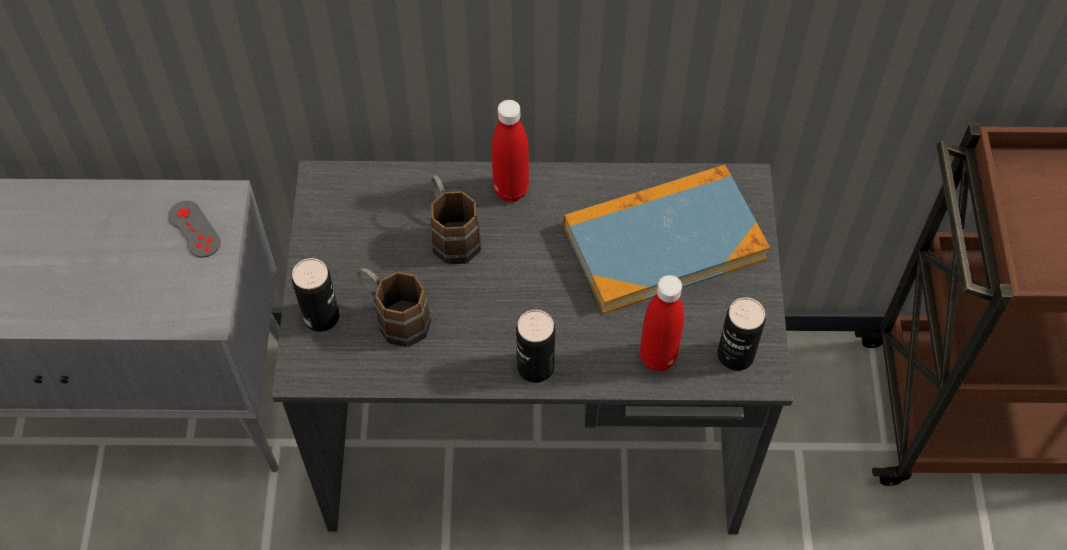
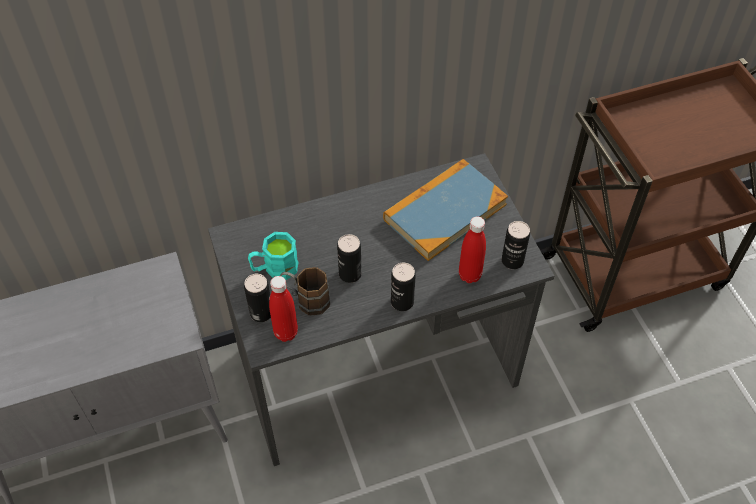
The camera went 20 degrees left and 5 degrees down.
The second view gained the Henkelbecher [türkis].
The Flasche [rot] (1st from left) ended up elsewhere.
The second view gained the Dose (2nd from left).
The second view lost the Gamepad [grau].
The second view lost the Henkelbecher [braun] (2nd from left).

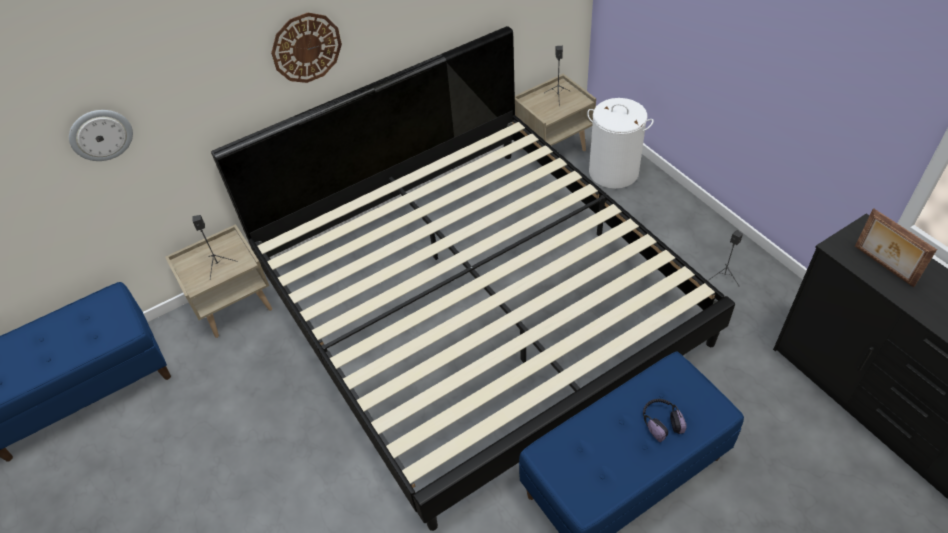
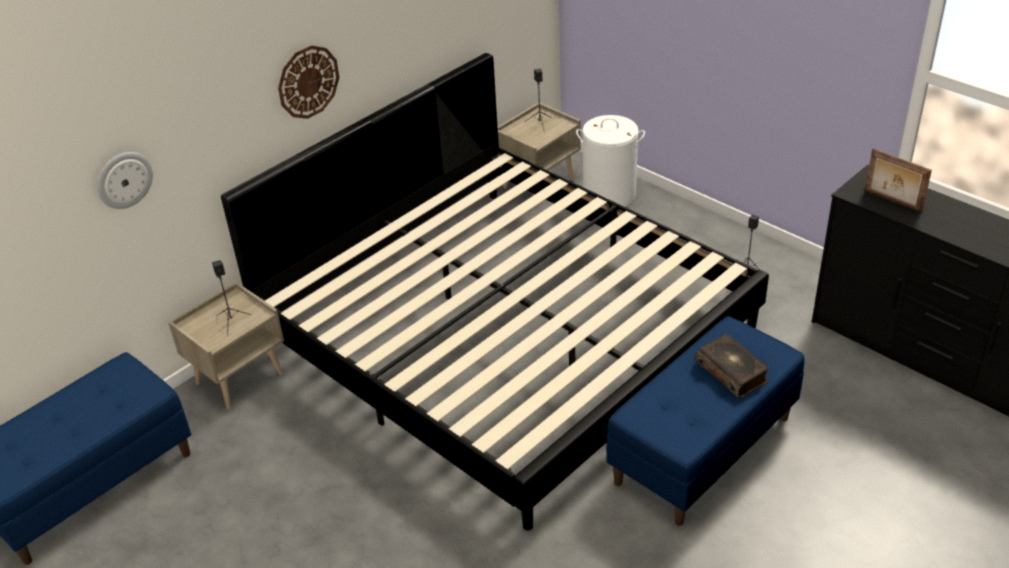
The camera went 15 degrees left and 10 degrees down.
Where the Kopfhörer stood, the Buch came to stand.

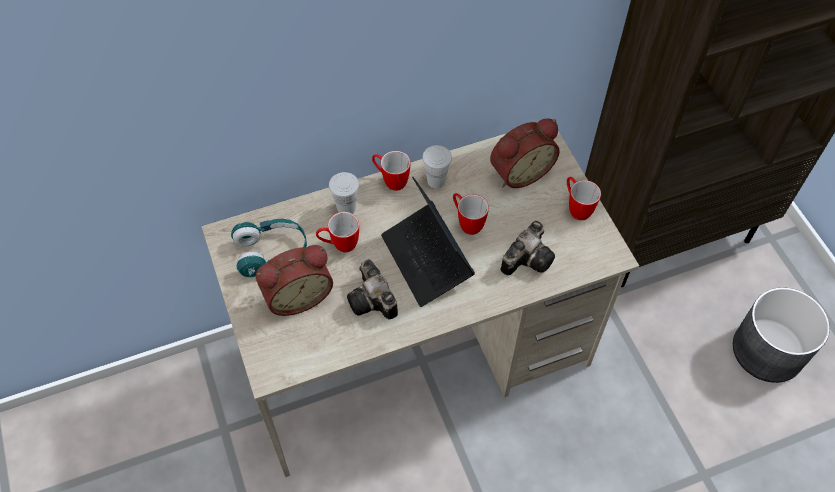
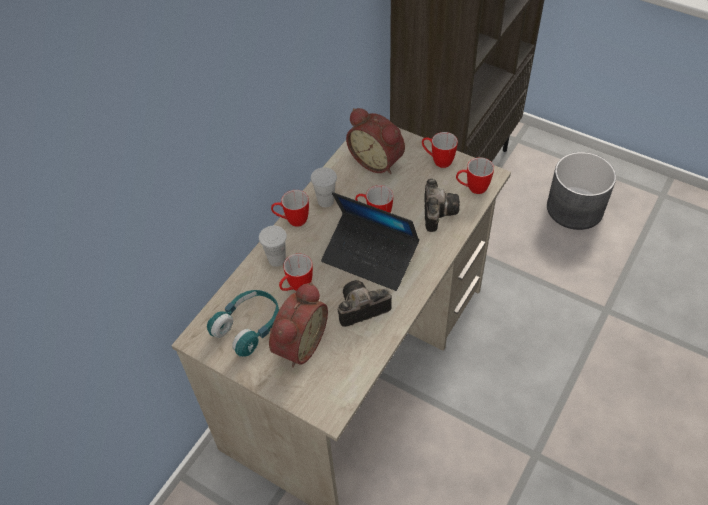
The camera went 35 degrees left and 5 degrees down.
The Kamera (1st from left) ended up facing another way, 135 degrees clockwise from before.
The Wecker (2nd from left) ended up facing another way, 105 degrees clockwise from before.
The second view gained the Henkelbecher (5th from left).

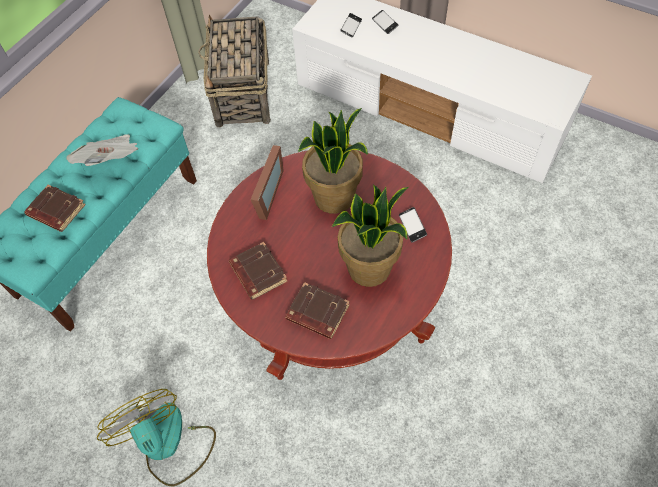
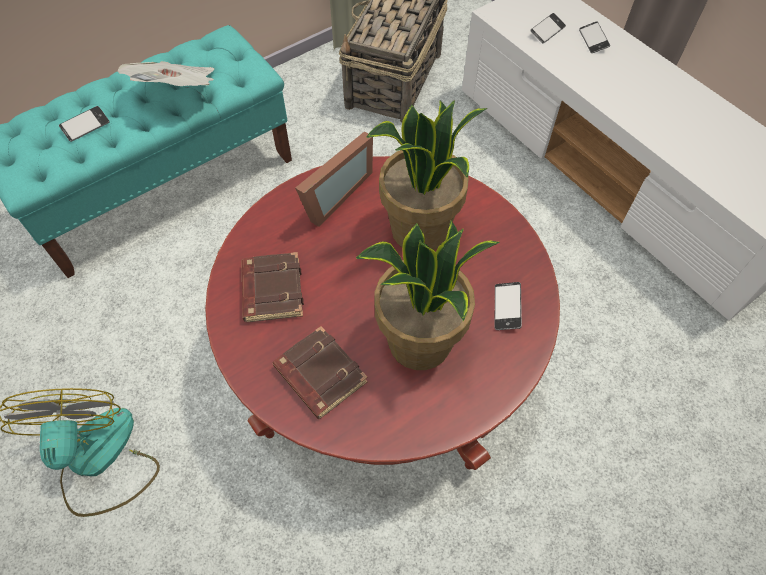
The camera went 20 degrees right and 0 degrees up.
Where the Buch [braun] (1st from left) stood, the Handy (1st from left) came to stand.

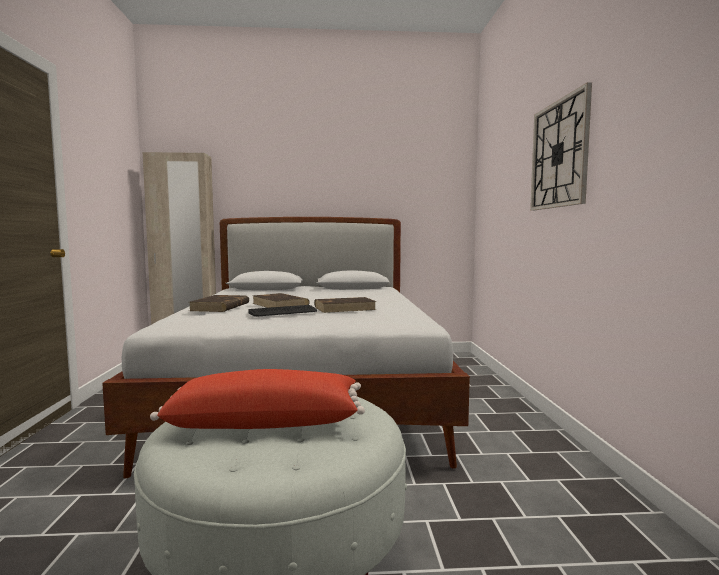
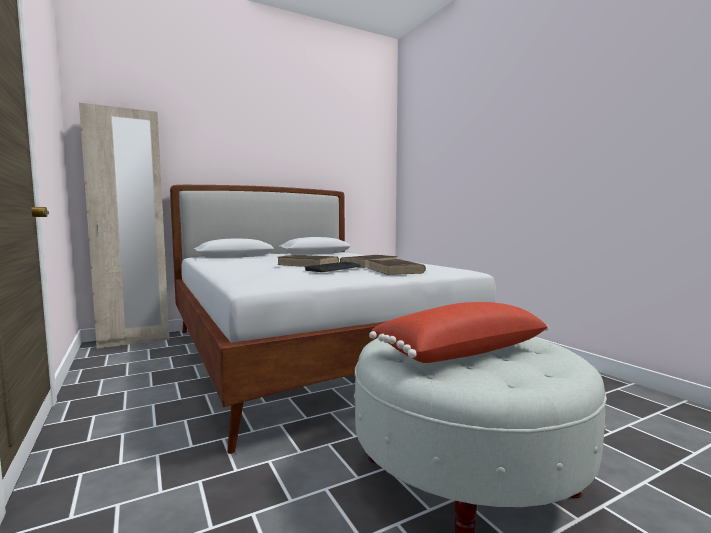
The camera went 25 degrees left and 0 degrees up.
The Buch [braun] (1st from left in the first image) ended up elsewhere.
The second view lost the Wanduhr.

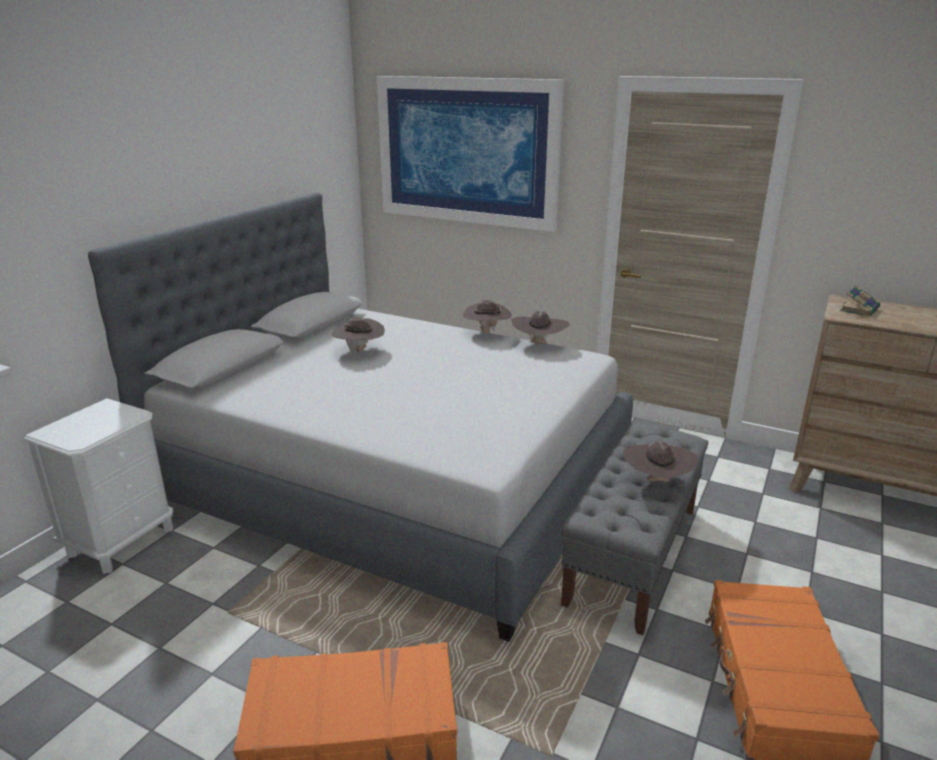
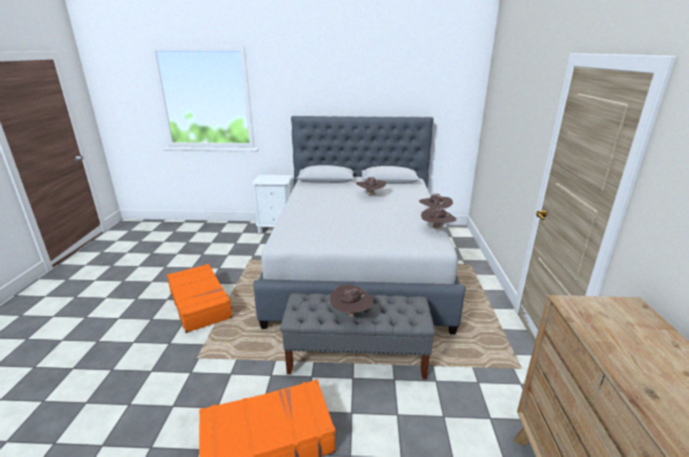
The camera went 65 degrees right and 0 degrees up.
The second view lost the Bild.
The second view lost the Buch.

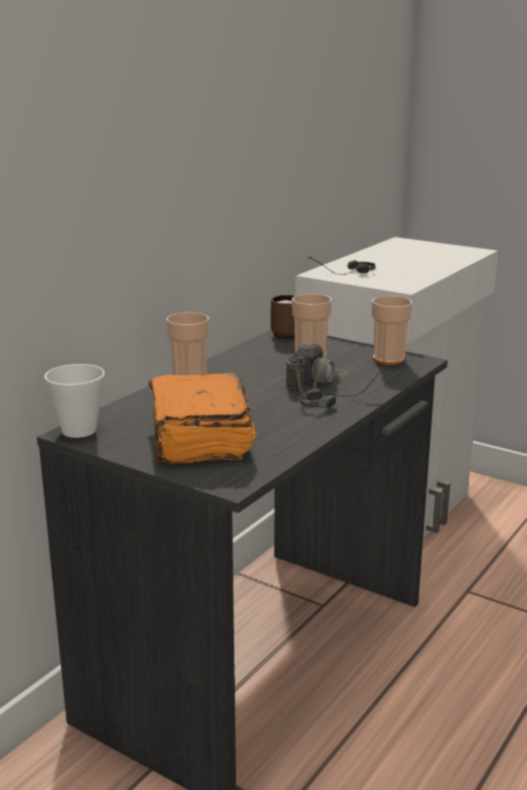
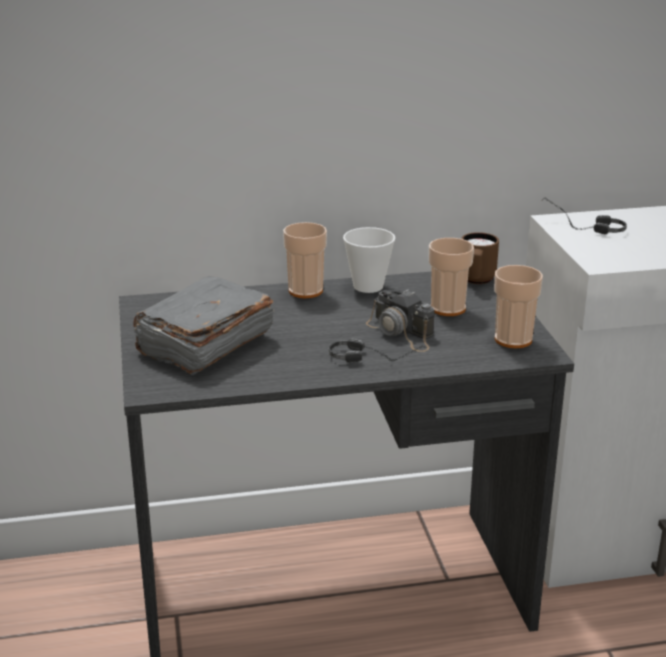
The camera went 45 degrees right and 5 degrees up.
What was the Buch [orange] turned into the Buch [grau].
The Tasse (1st from left in the first image) ended up elsewhere.
The Kamera ended up facing another way, 60 degrees clockwise from before.

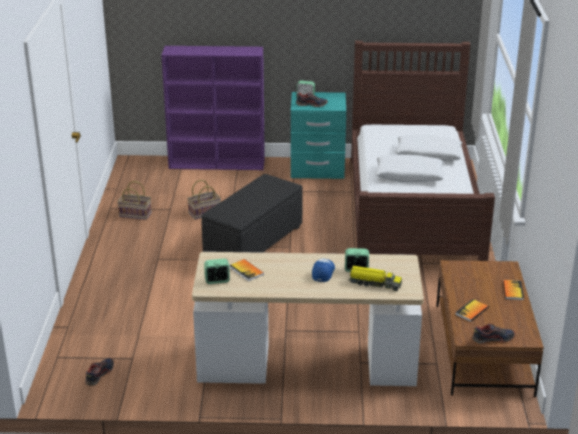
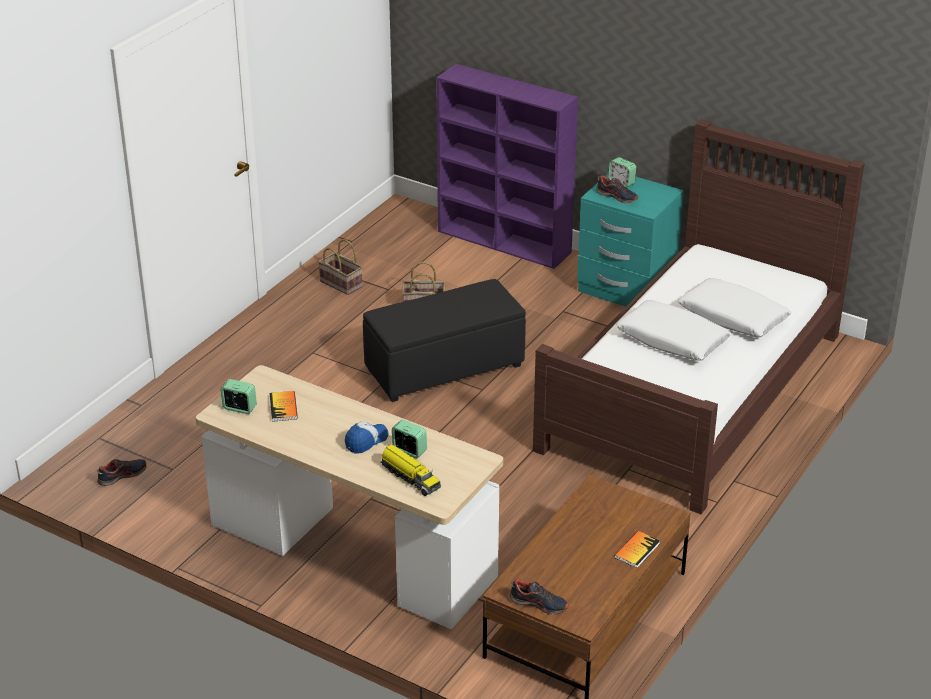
The camera went 30 degrees right and 5 degrees up.
The second view lost the Buch (2nd from left).

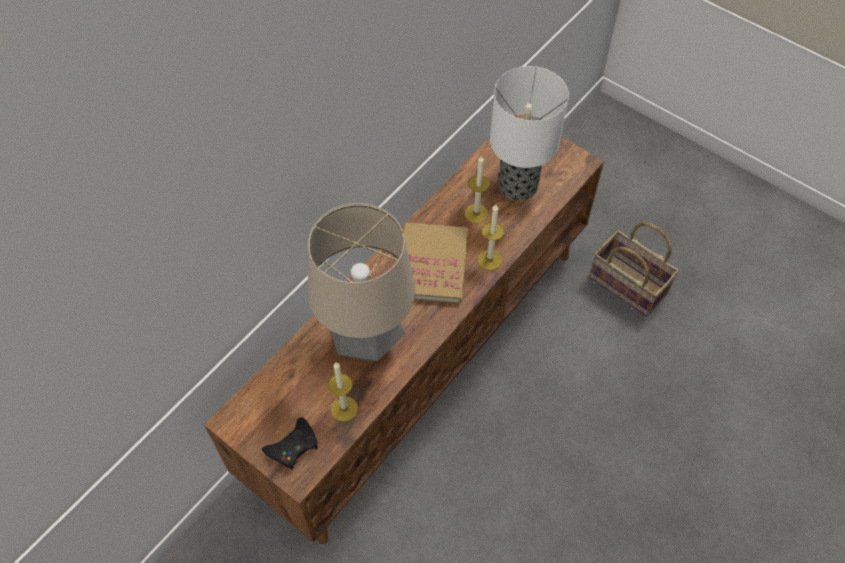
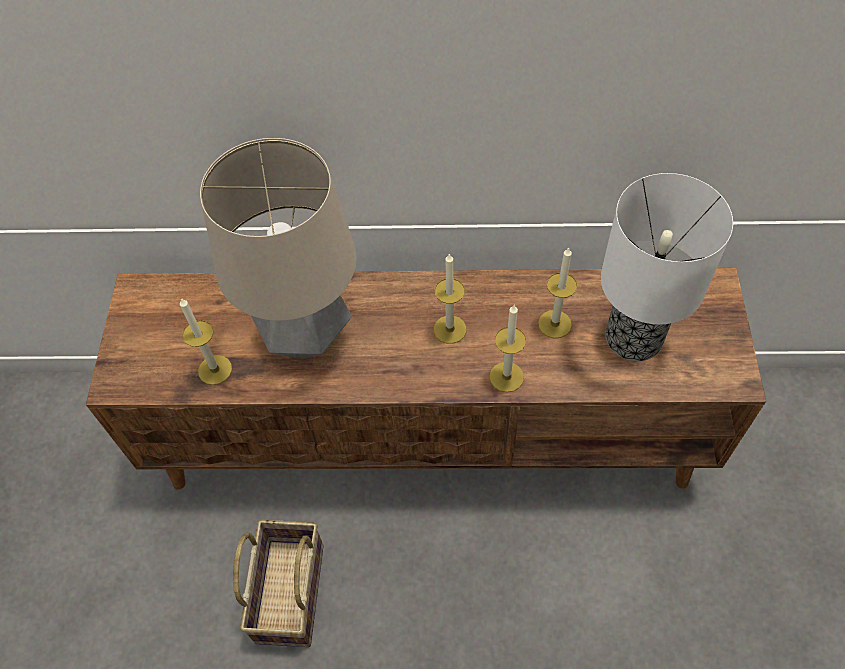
The camera went 55 degrees right and 0 degrees up.
The Korb ended up elsewhere.
Where the Buch stood, the Kerze (2nd from left) came to stand.
The second view lost the Gamepad [schwarz].

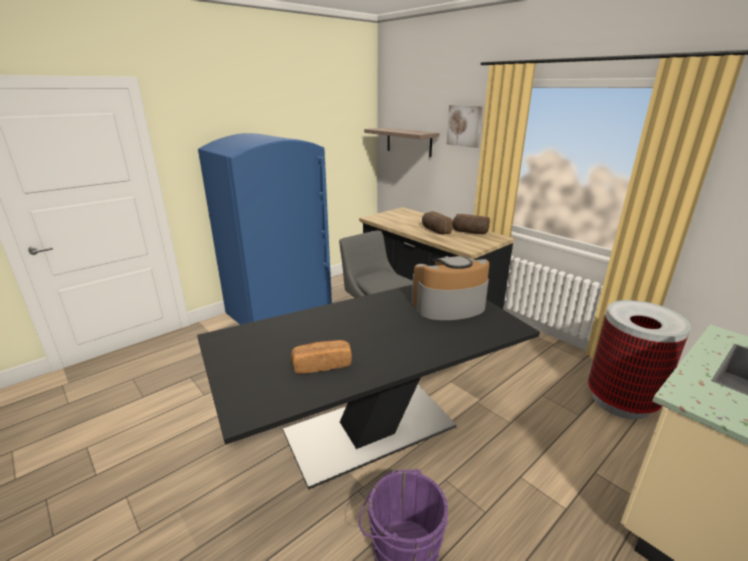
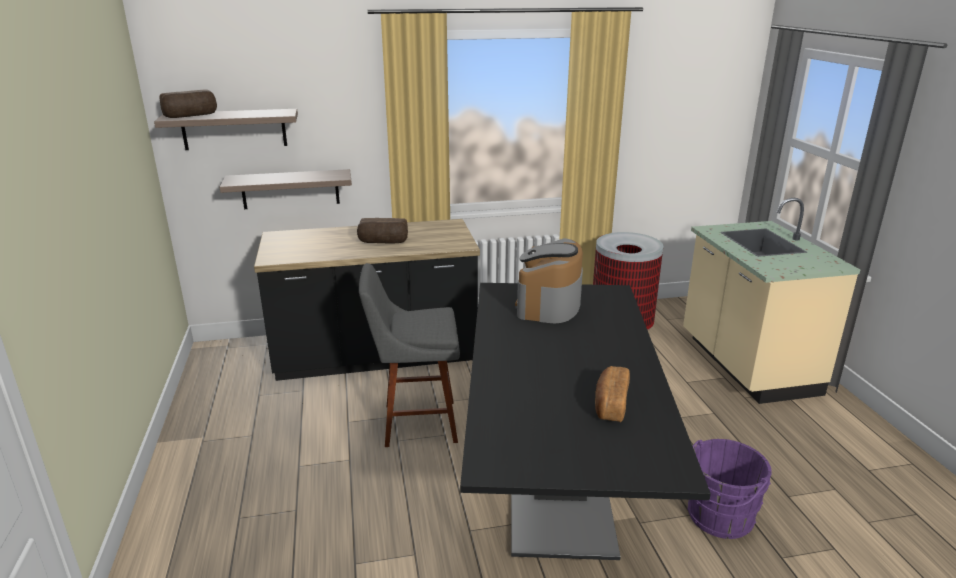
The camera went 60 degrees left and 0 degrees up.
The Brot (3rd from left in the first image) ended up elsewhere.
The second view gained the Wandregal (2nd from left).
The second view lost the Kühlschrank [blau].
The second view lost the Bild.

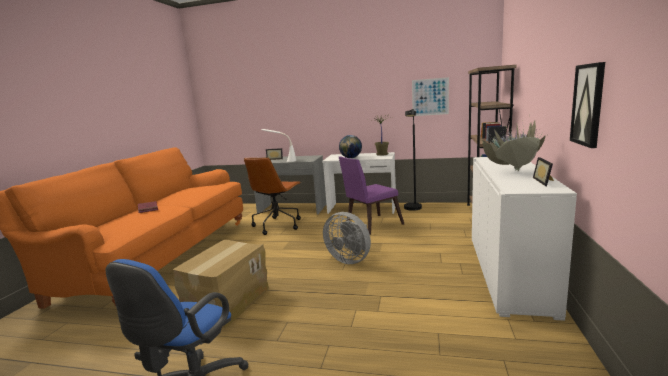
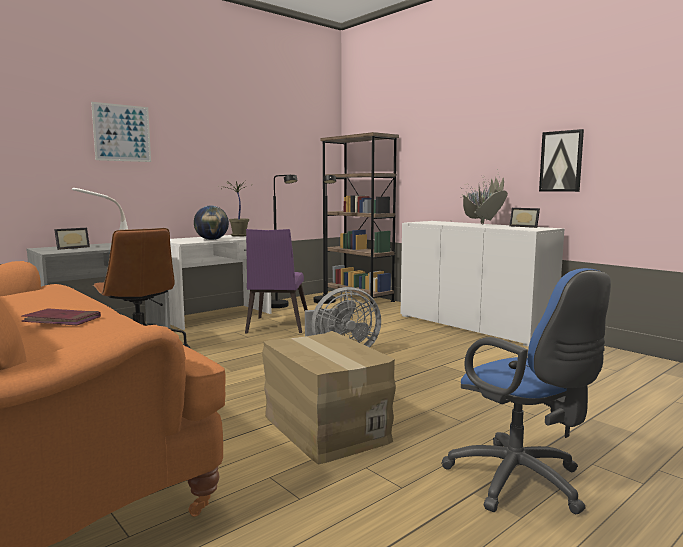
The camera went 55 degrees left and 5 degrees down.
The Bild (1st from left) ended up elsewhere.
The second view gained the Stehlampe [schwarz] (2nd from left).

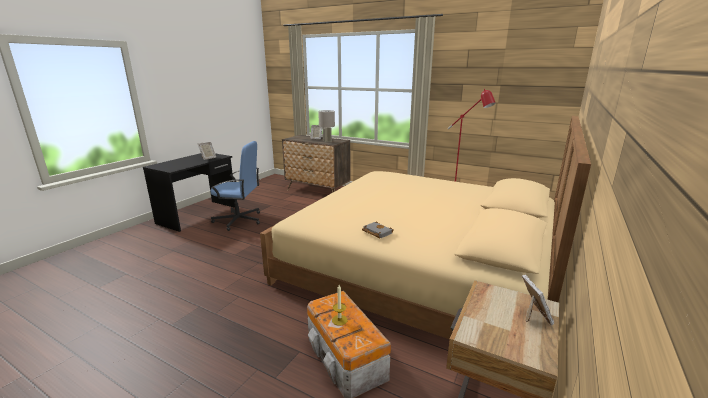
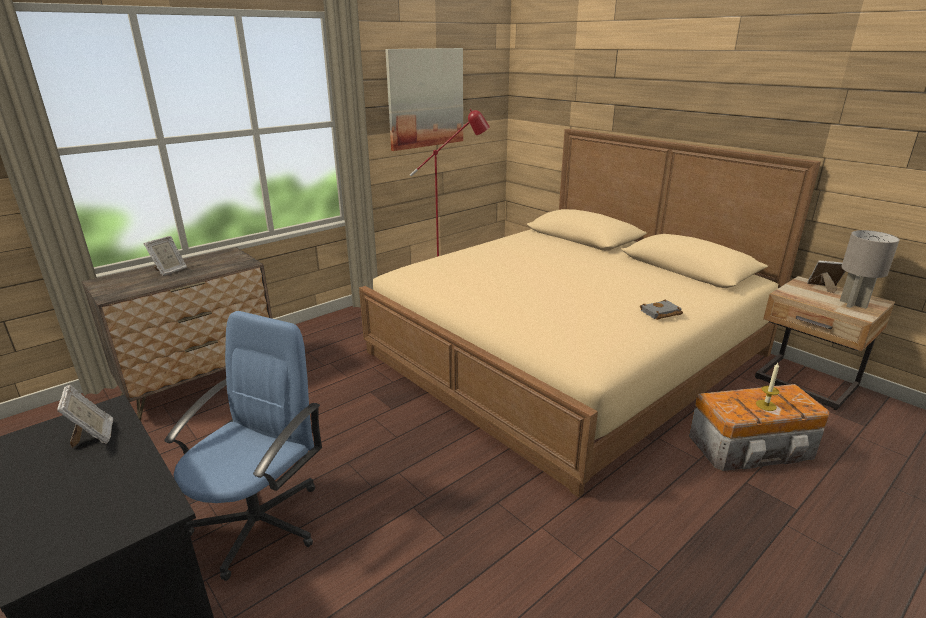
The camera went 70 degrees left and 5 degrees up.
The second view gained the Bild.
The Tischlampe [grau] ended up elsewhere.

